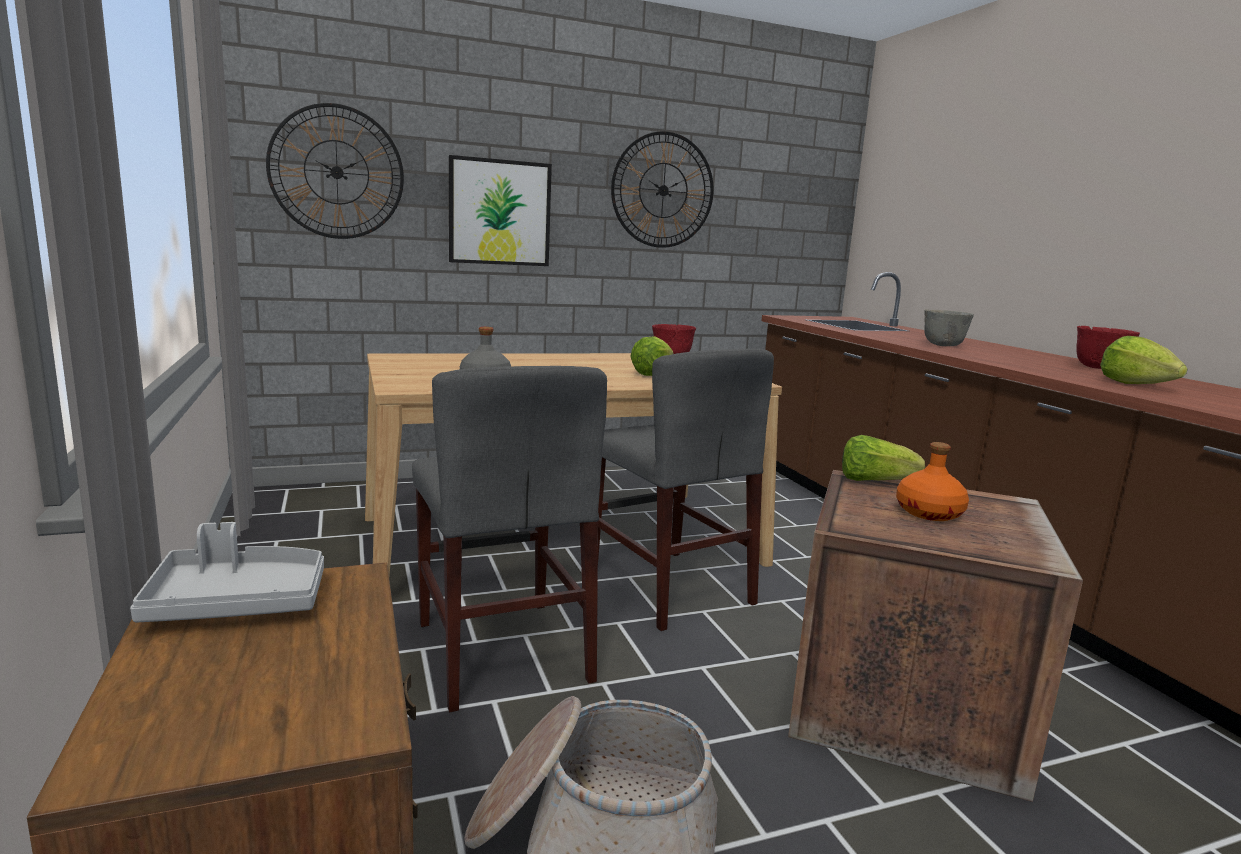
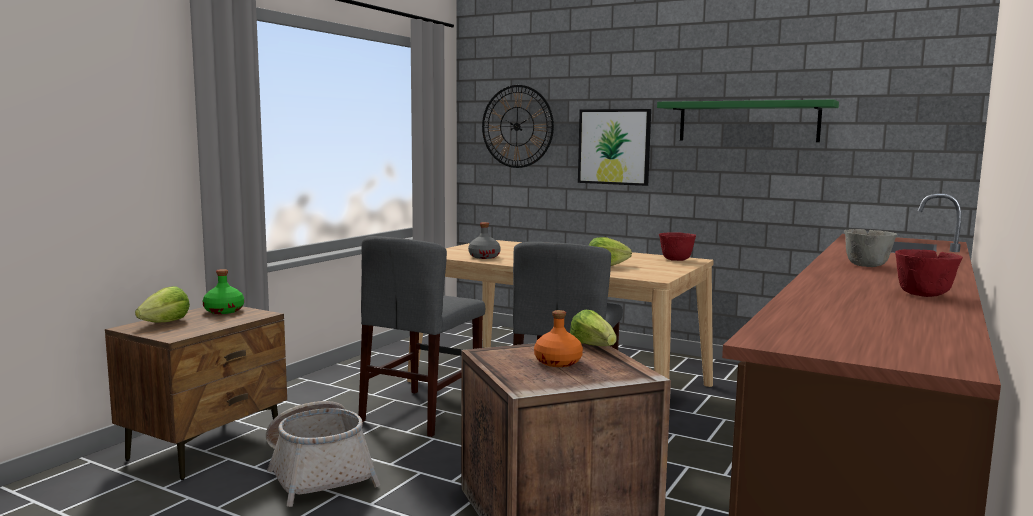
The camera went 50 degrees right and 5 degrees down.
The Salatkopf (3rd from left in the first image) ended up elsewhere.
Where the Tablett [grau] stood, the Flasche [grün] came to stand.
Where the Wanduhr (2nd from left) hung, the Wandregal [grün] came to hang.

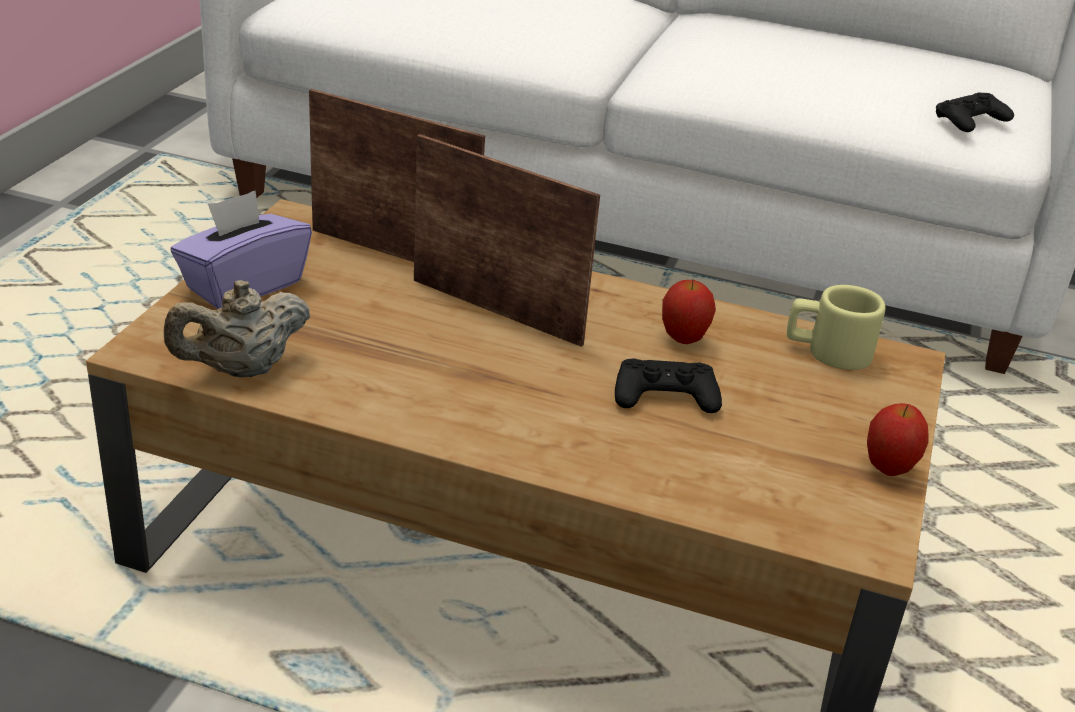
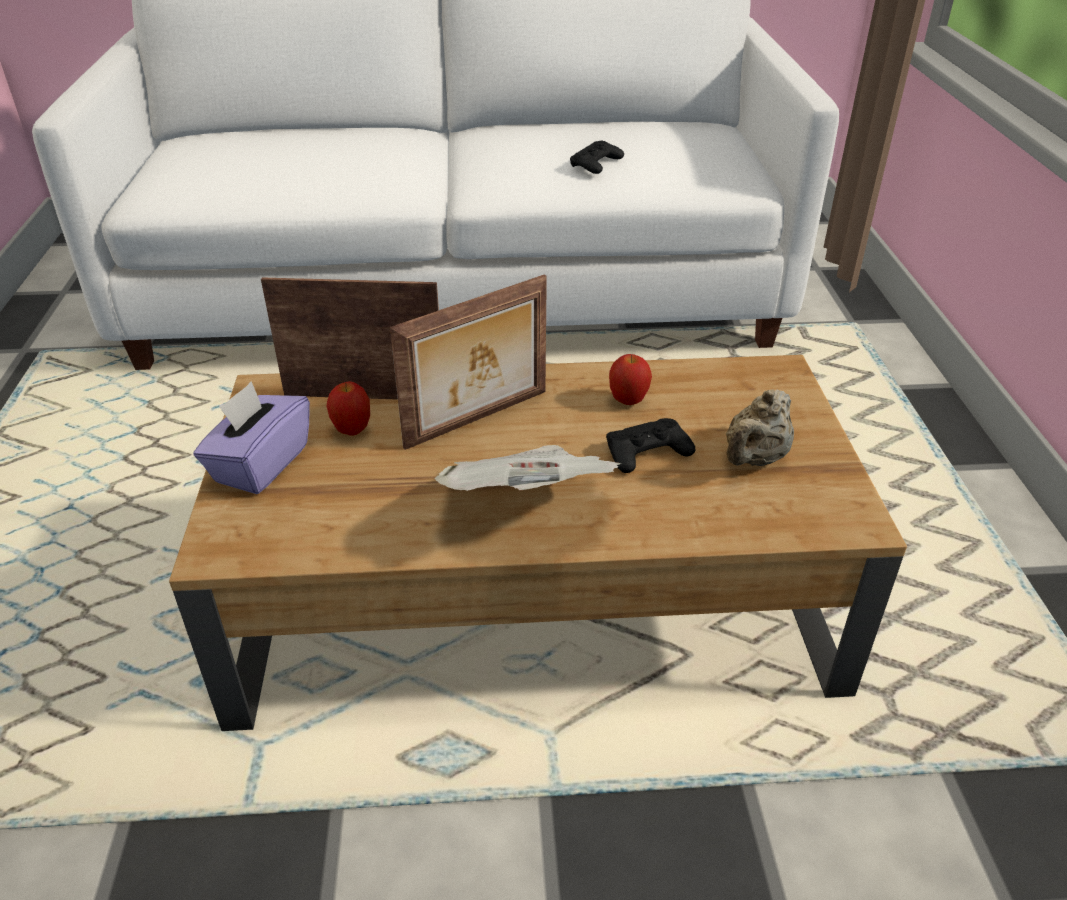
The camera went 20 degrees left and 5 degrees up.
The Apfel (2nd from left in the first image) ended up elsewhere.
The Bilderrahmen (2nd from left) ended up facing another way, 135 degrees clockwise from before.
The second view gained the Zeitung.
The Gamepad [schwarz] (2nd from left in the first image) ended up elsewhere.
The Teekanne [beige] ended up elsewhere.
The second view lost the Henkelbecher [beige].

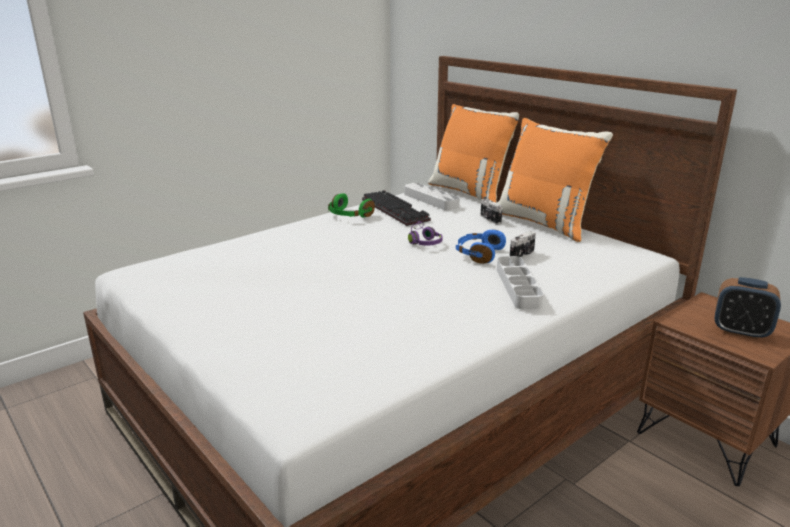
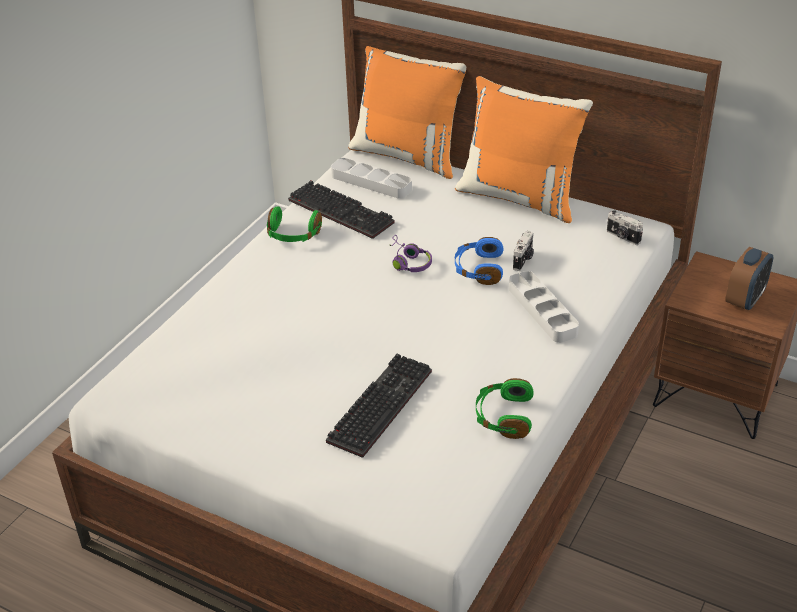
The camera went 20 degrees left and 15 degrees up.
The second view gained the Tastatur (2nd from left).
The second view gained the Kopfhörer [grün] (2nd from left).
The Kamera (1st from left in the first image) ended up elsewhere.
The Wecker ended up facing another way, 60 degrees counterclockwise from before.

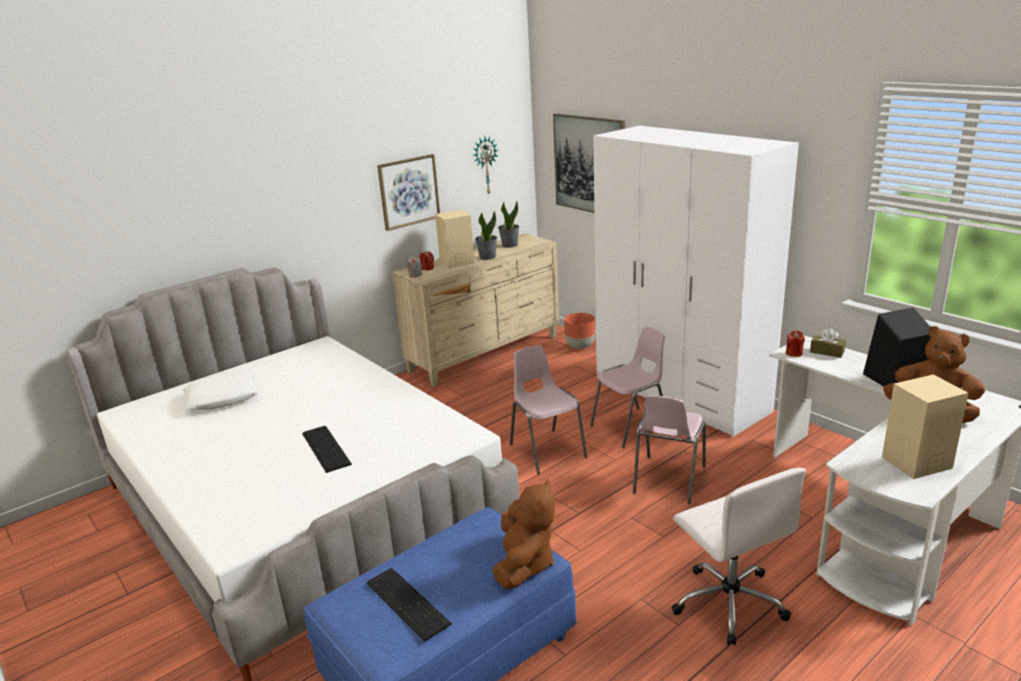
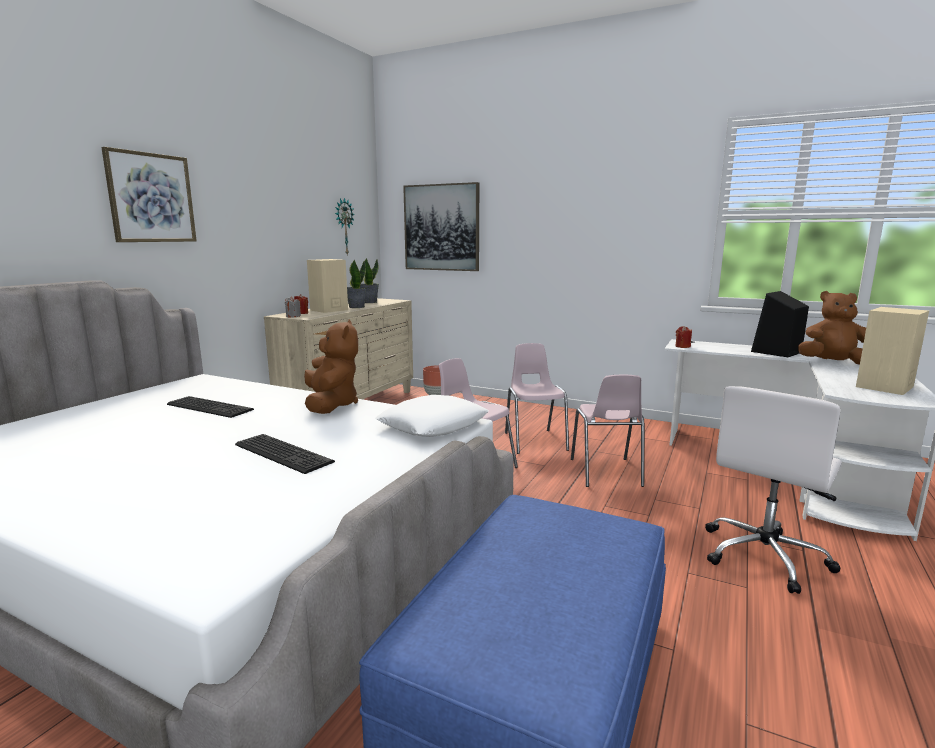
The camera went 25 degrees left and 10 degrees down.
The Bild (1st from left) ended up elsewhere.
The Tastatur (2nd from left in the first image) ended up elsewhere.
The Plüschtier [braun] (1st from left) ended up elsewhere.
The Kissen [weiß] ended up elsewhere.
The Stuhl [rosa] (2nd from left) ended up facing another way, 45 degrees counterclockwise from before.
The Bürostuhl [weiß] ended up facing another way, 90 degrees clockwise from before.
The second view lost the Kleiderschrank [weiß].
The second view lost the Taschentuchbox [braun].

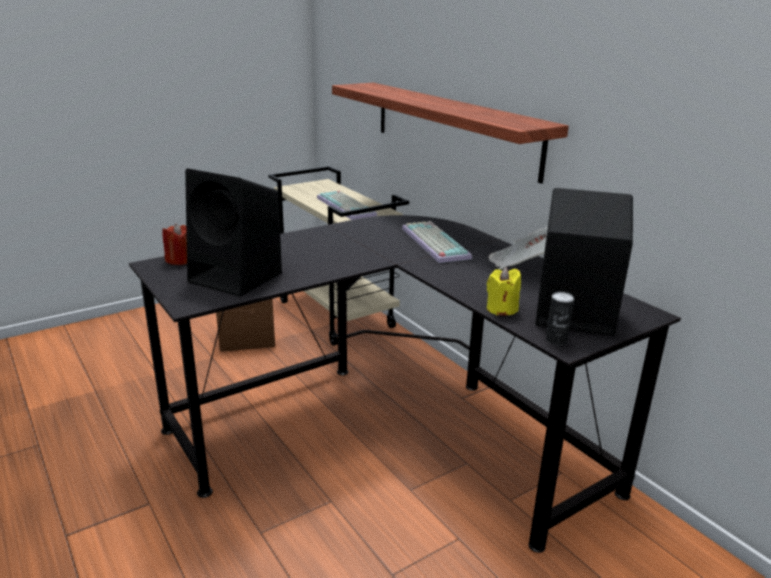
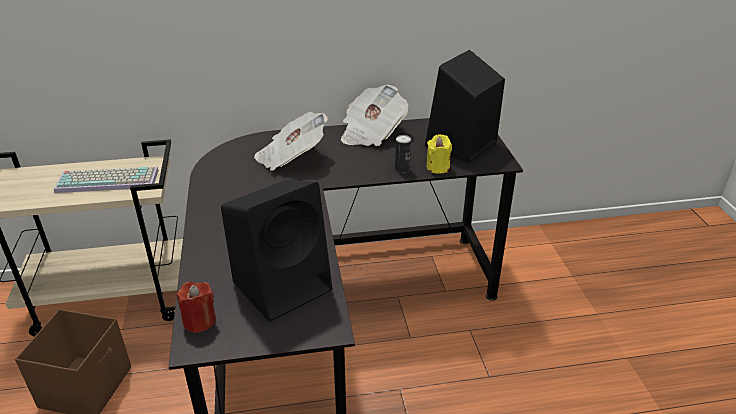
The camera went 65 degrees left and 10 degrees up.
Where the Tastatur (2nd from left) stood, the Zeitung (1st from left) came to stand.
The Dose ended up elsewhere.
The second view lost the Wandregal.

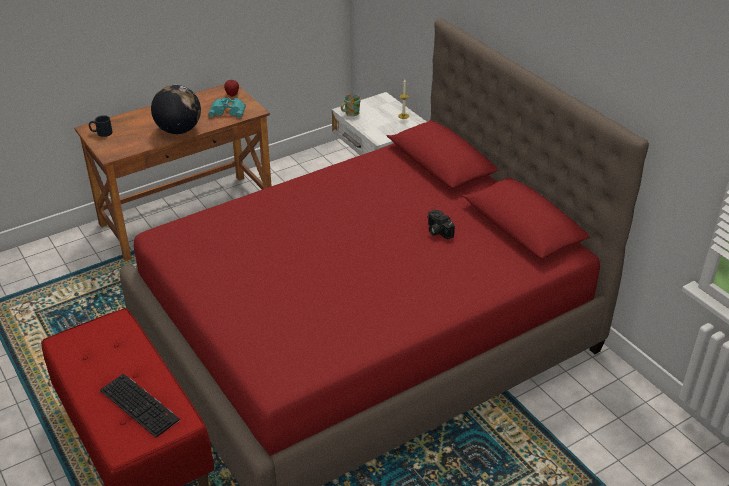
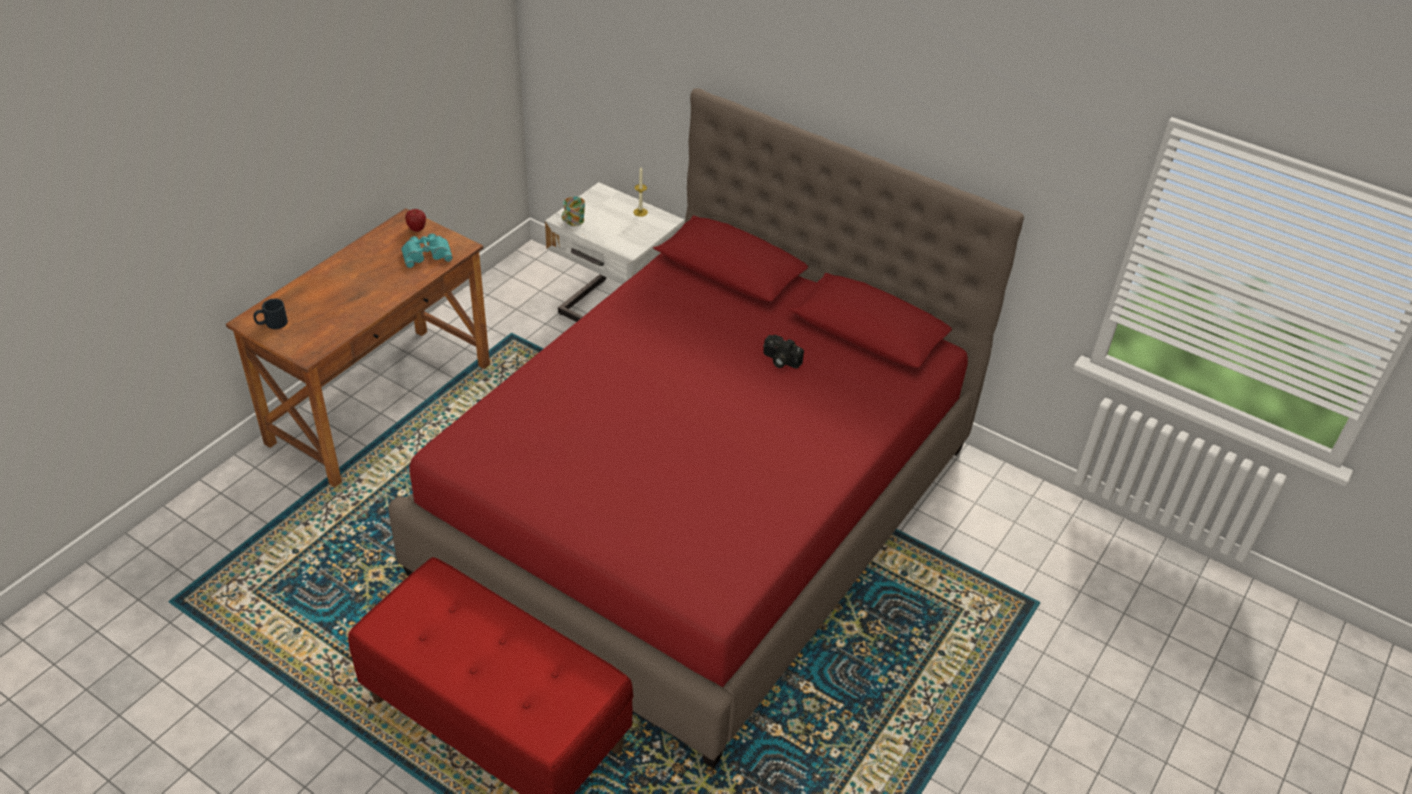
The camera went 25 degrees left and 5 degrees up.
The second view lost the Tastatur.
The second view lost the Globus.

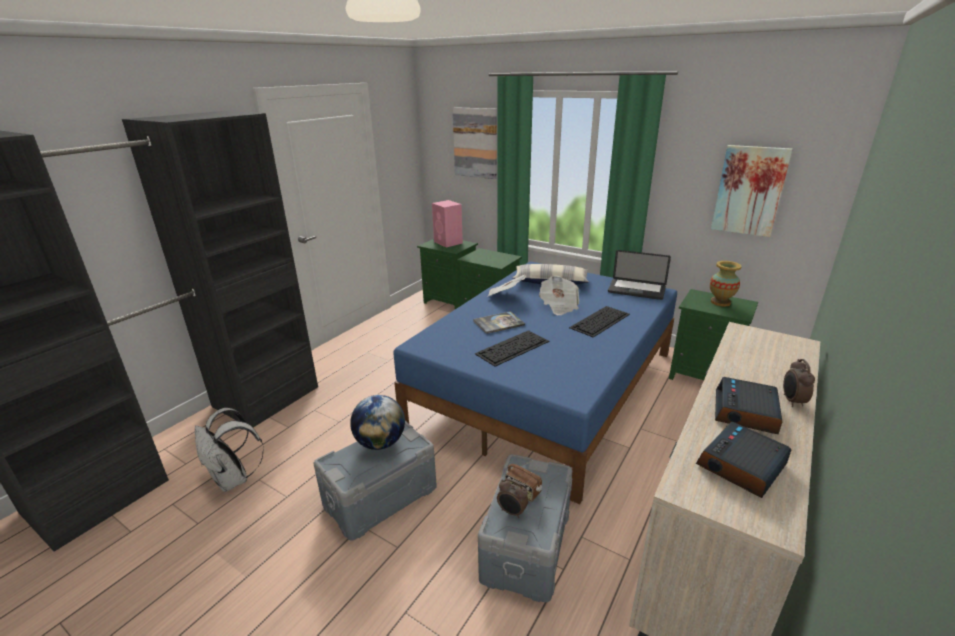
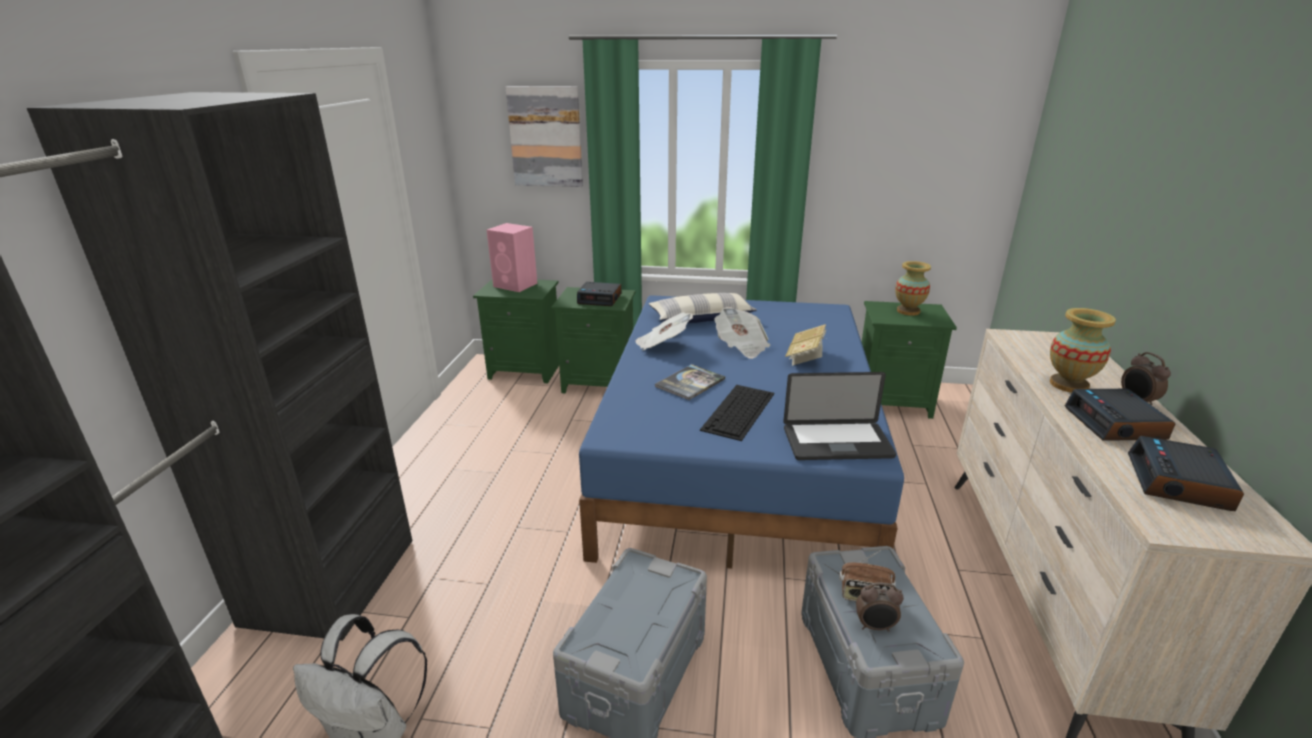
The camera went 25 degrees left and 0 degrees up.
The second view gained the Wecker (1st from left).
The Laptop ended up elsewhere.
Where the Tastatur (2nd from left) stood, the Buch (2nd from left) came to stand.
The second view gained the Vase (2nd from left).
The second view lost the Globus.
The second view lost the Bild (2nd from left).

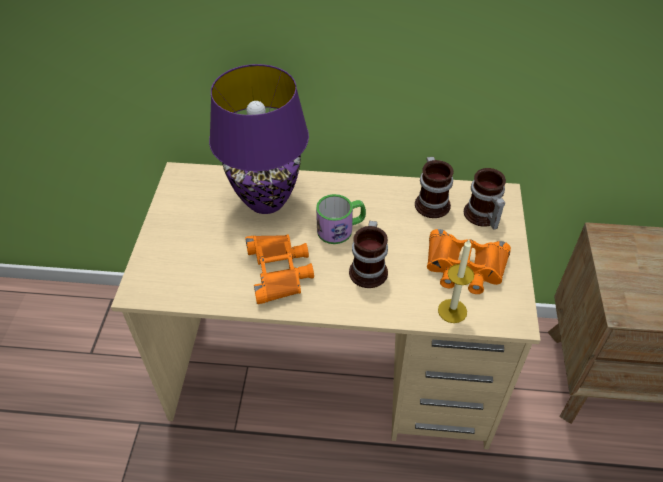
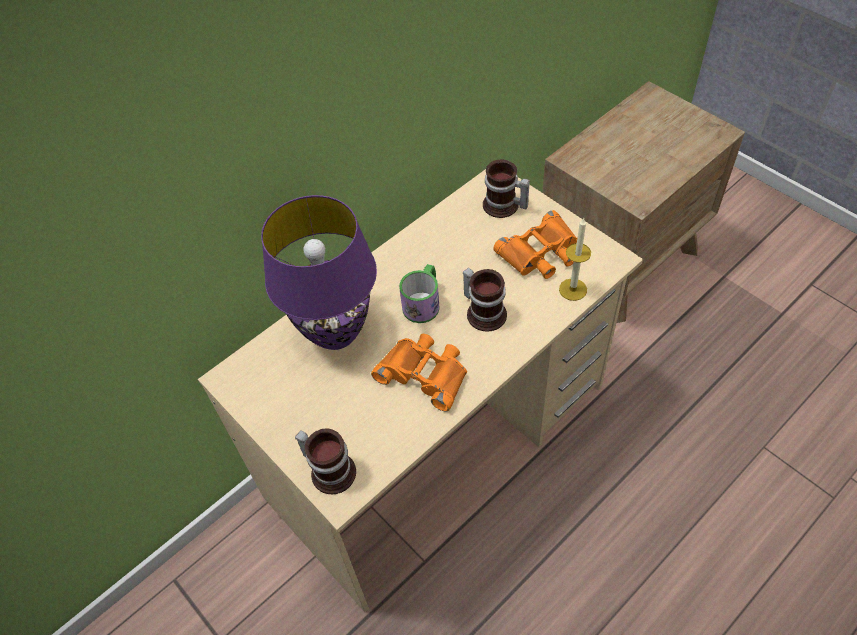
The camera went 45 degrees left and 5 degrees up.
The Henkelbecher (3rd from left in the first image) ended up elsewhere.

